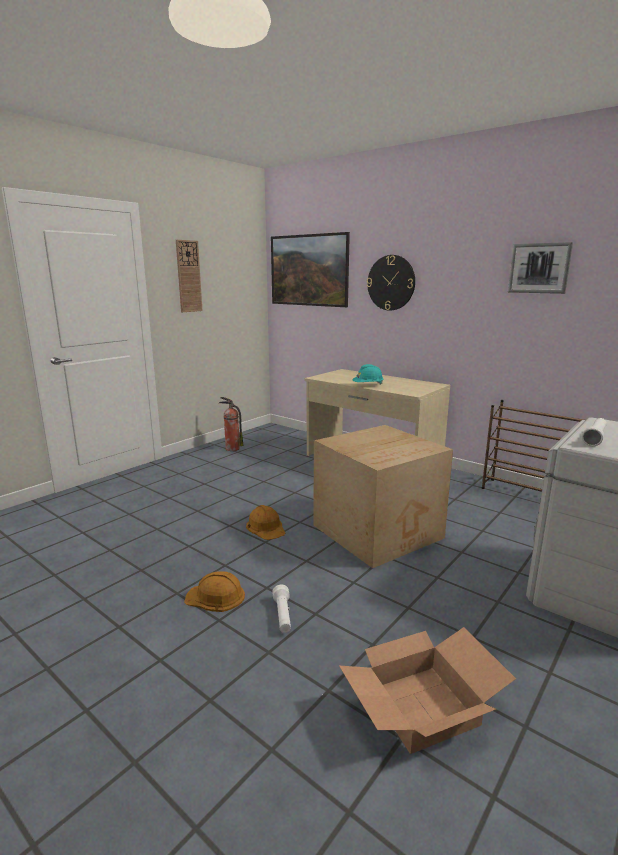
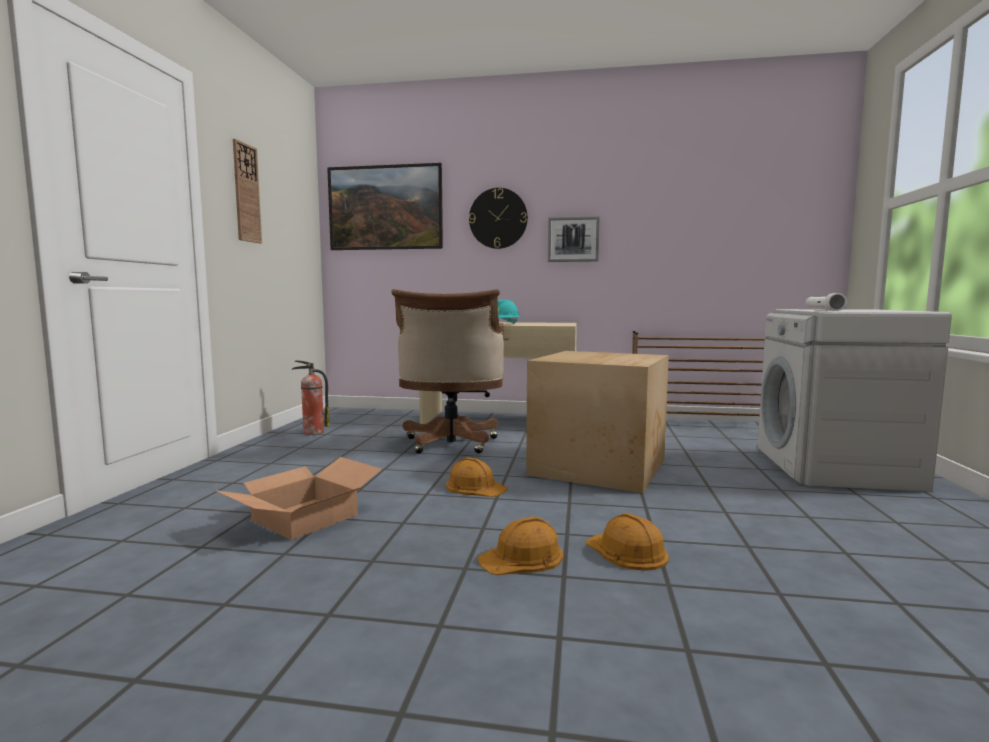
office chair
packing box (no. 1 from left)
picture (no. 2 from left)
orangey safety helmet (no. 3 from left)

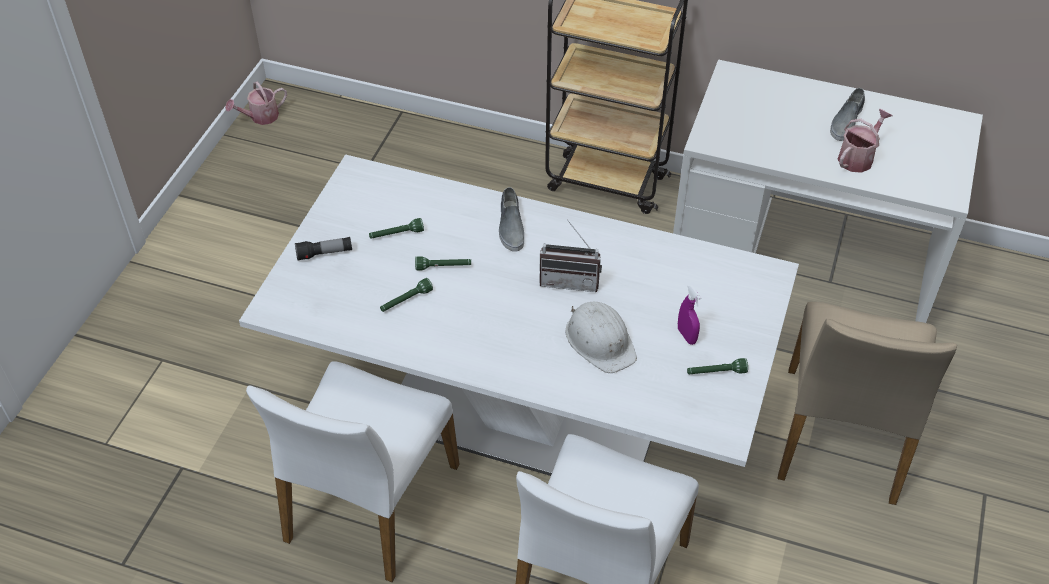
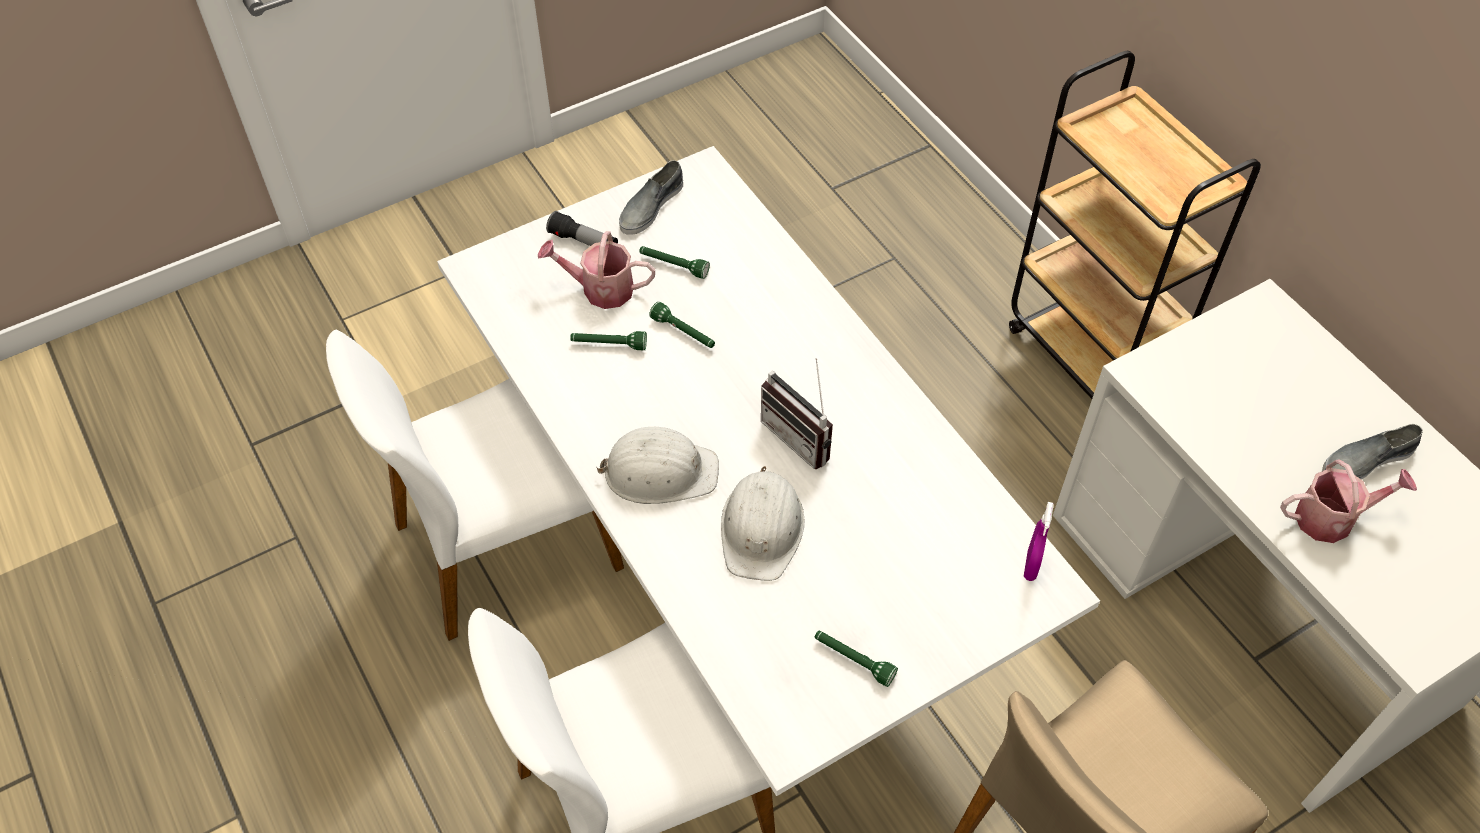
whitish safety helmet (no. 1 from left)
watering can (no. 1 from left)
gray shoe (no. 1 from left)
purple-coloured spray bottle

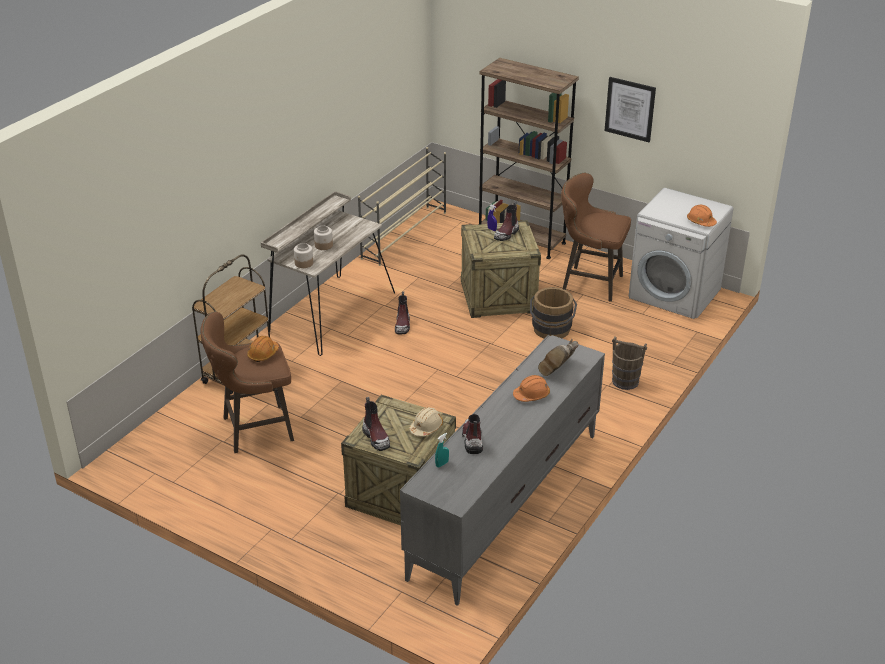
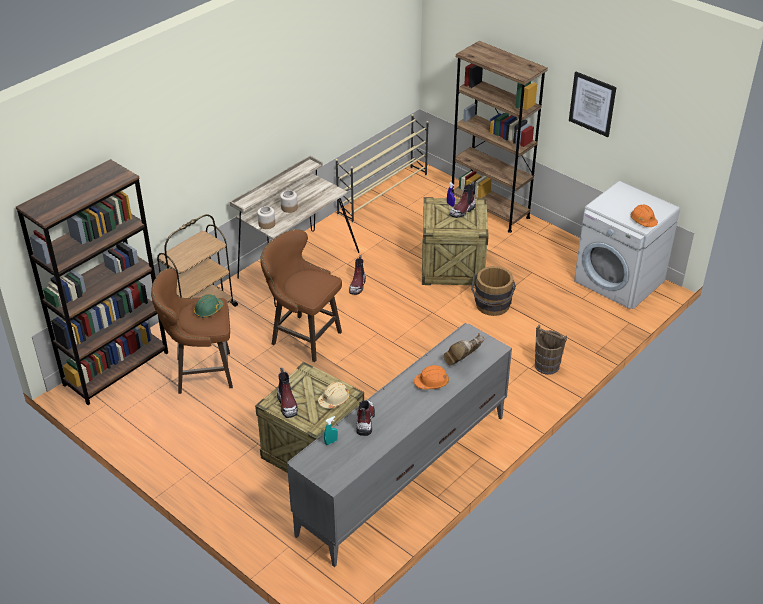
brown-coloured shelving unit (no. 1 from left)
brown-coloured stool (no. 2 from left)
green-coloured safety helmet

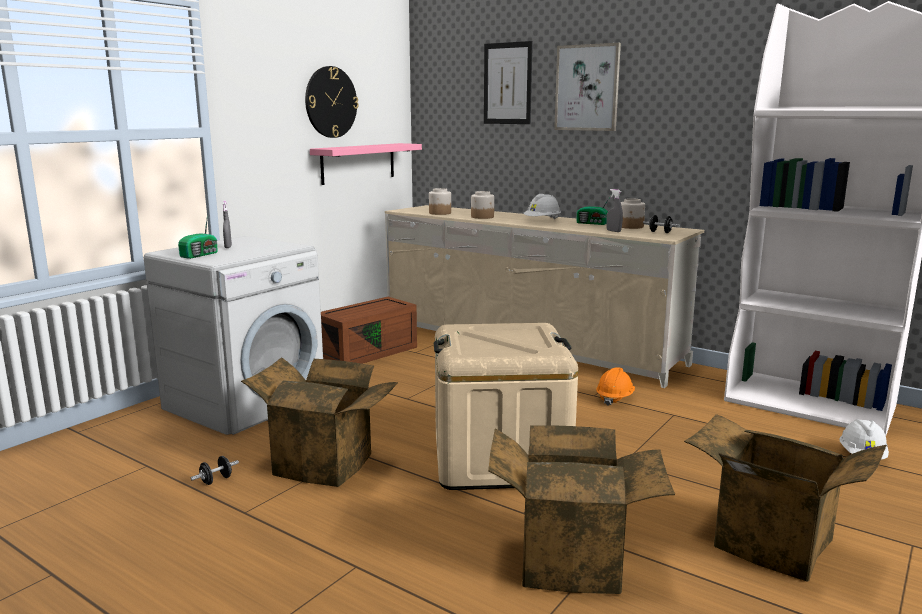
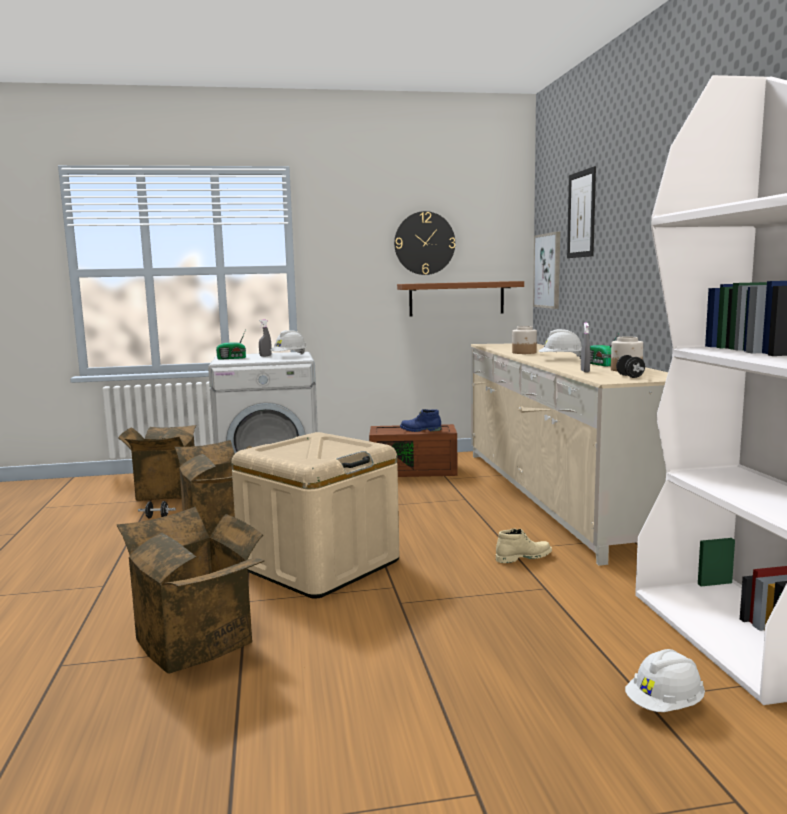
storage jar (no. 1 from left in the first image)
whitish safety helmet (no. 1 from left)
bluish boot
picture (no. 1 from left)
packing box (no. 1 from left)
beige boot
brown-coloured wall shelf

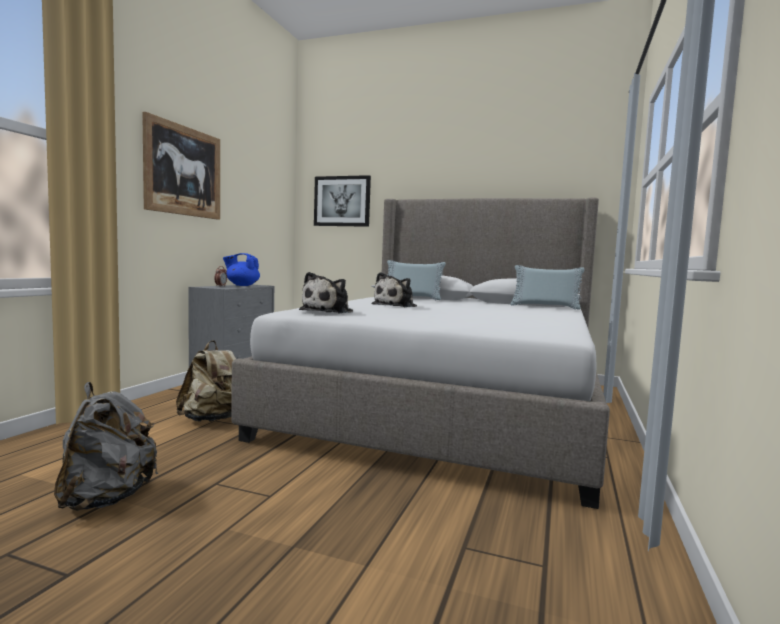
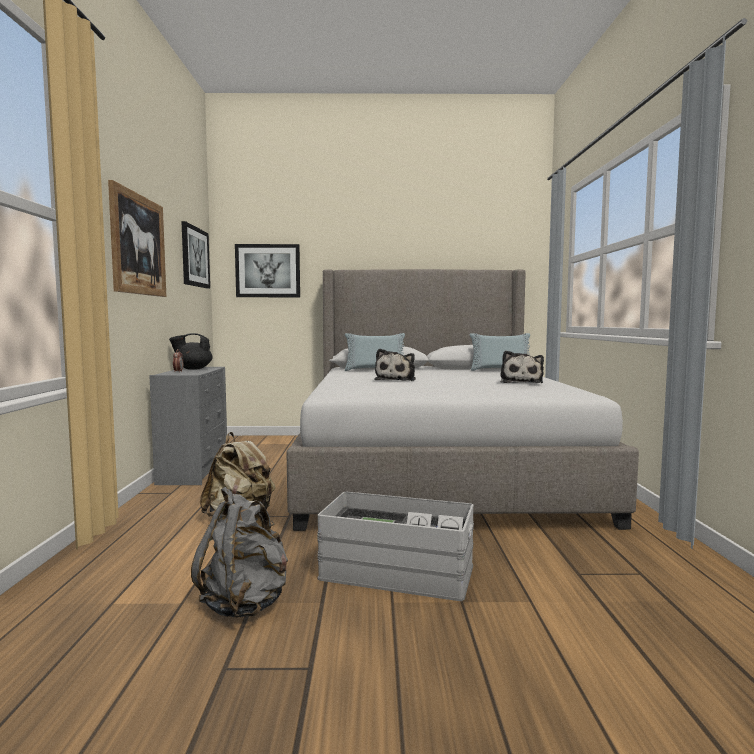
picture (no. 2 from left)
gray storage bin
plush toy (no. 2 from left)
black-coloured pot for tea

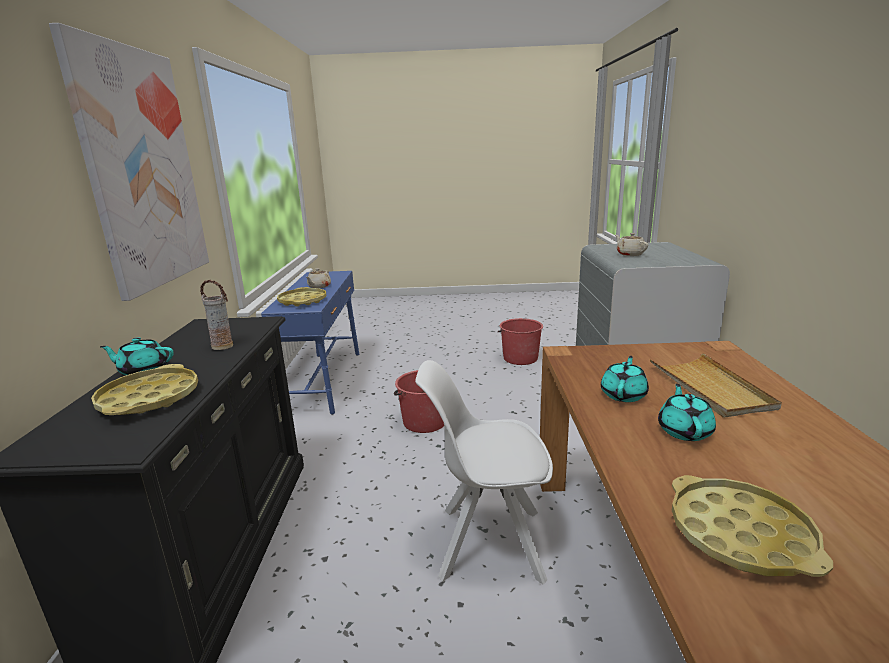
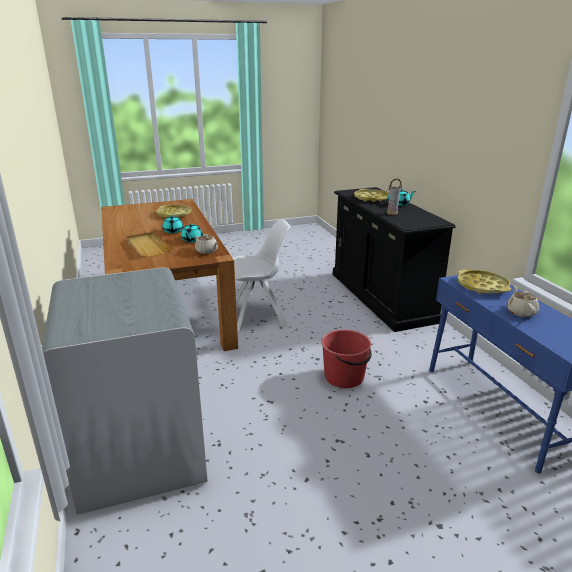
picture
red water bucket (no. 2 from left in the first image)
beige pot for tea (no. 1 from left)

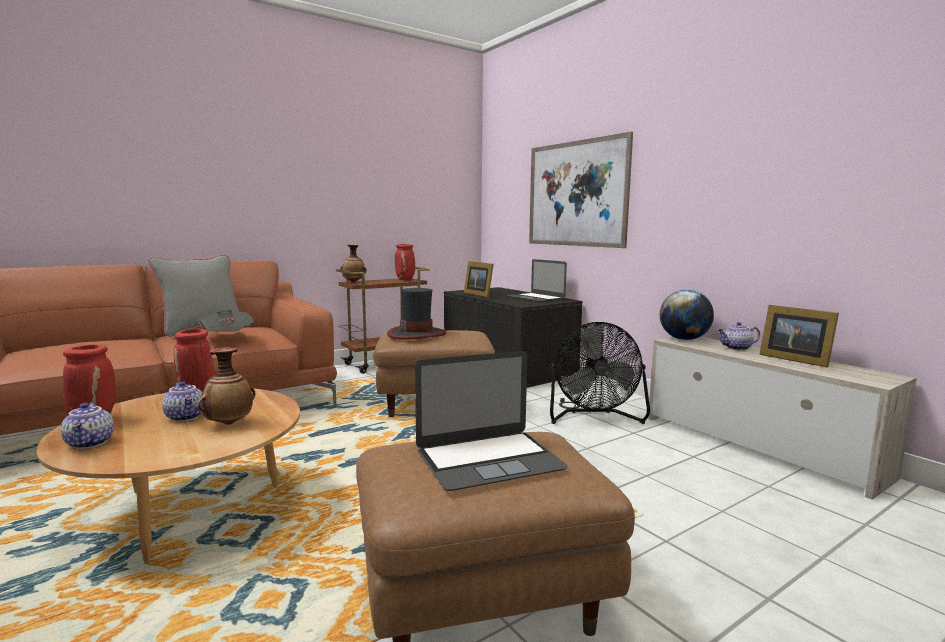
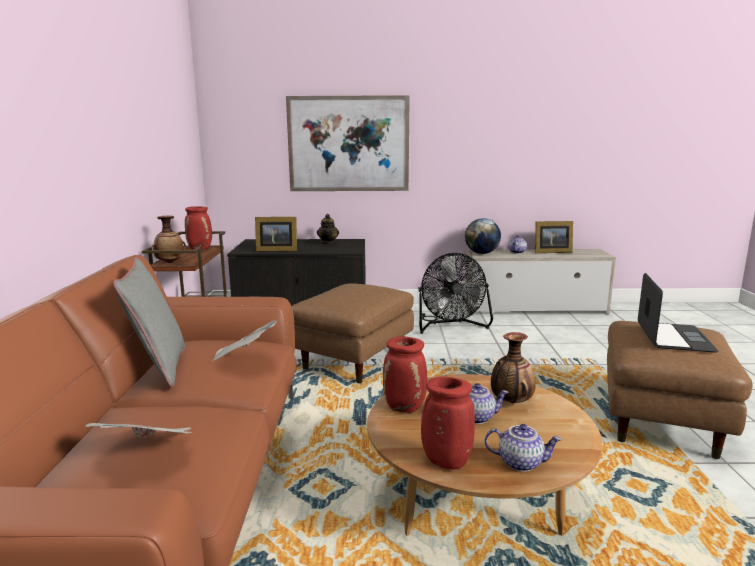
wearable hat
daily paper (no. 1 from left)
pot for tea (no. 1 from left)
black-coloured electric fan

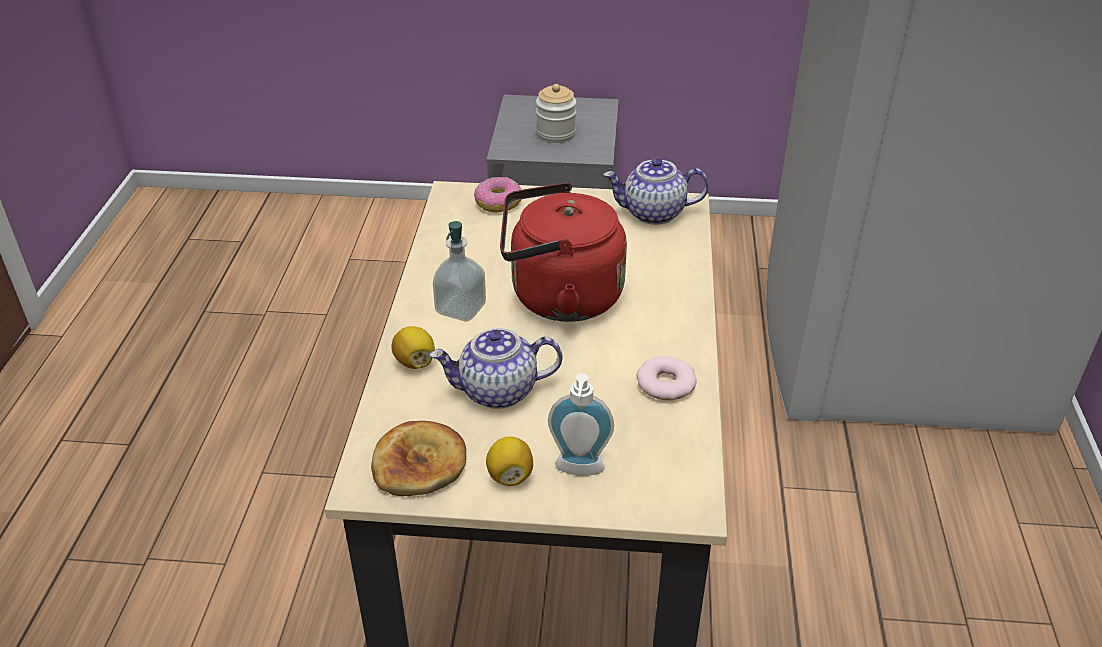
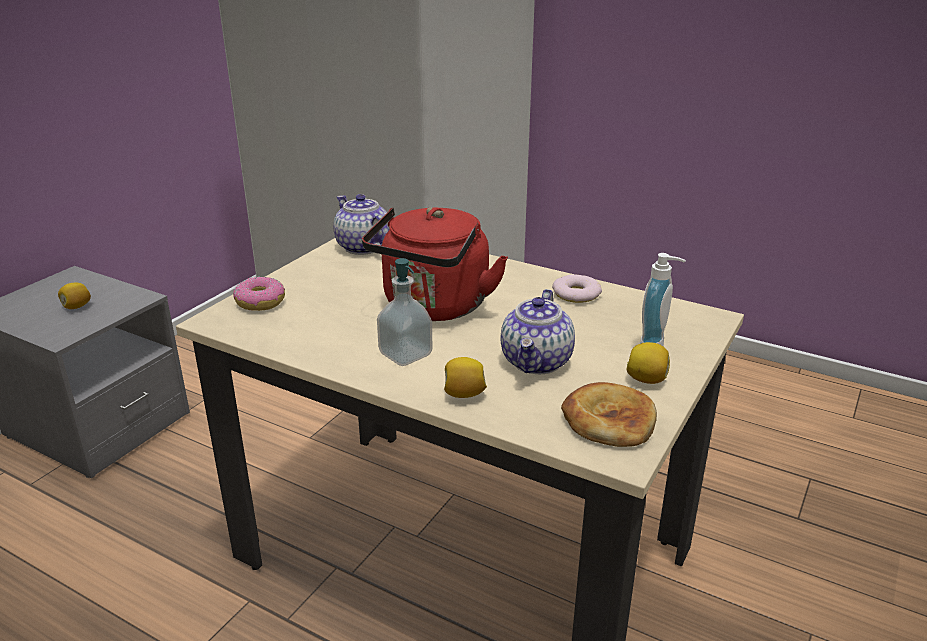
whole lemon (no. 1 from left)
pot for tea (no. 1 from left)

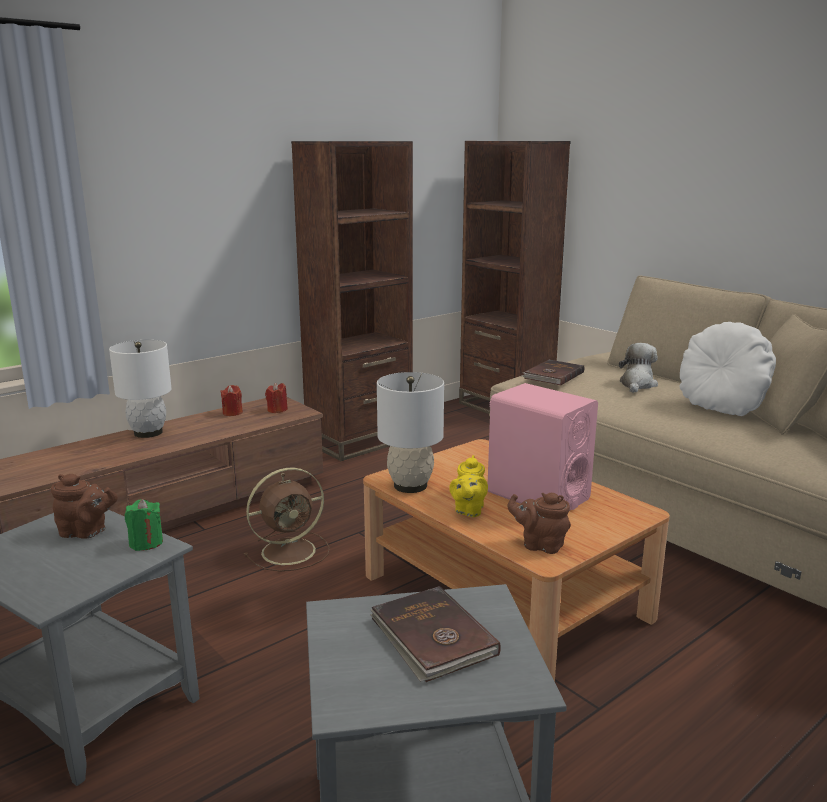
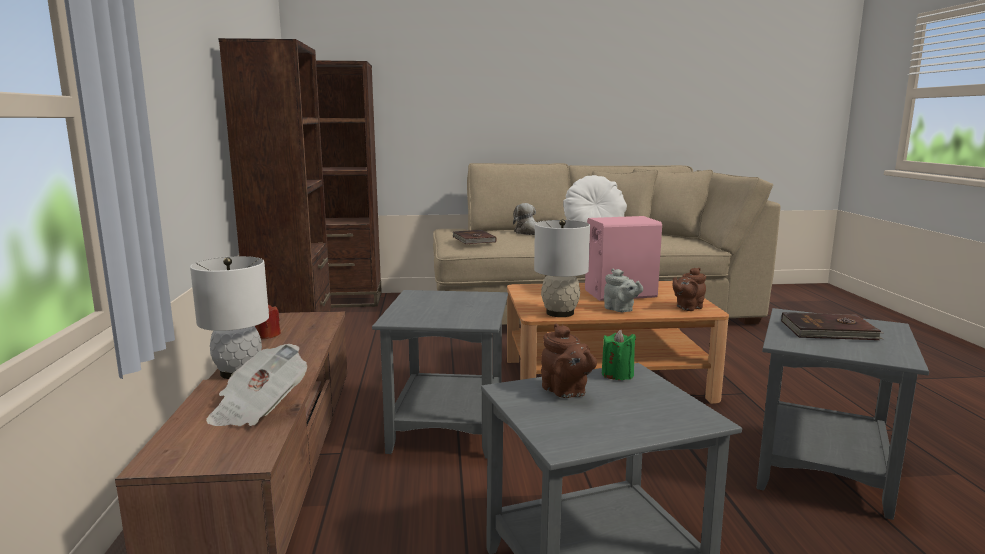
red wax candle (no. 2 from left in the first image)
daily paper
gray accent table (no. 1 from left)
gray pot for tea
brown-coloured pot for tea (no. 1 from left)

